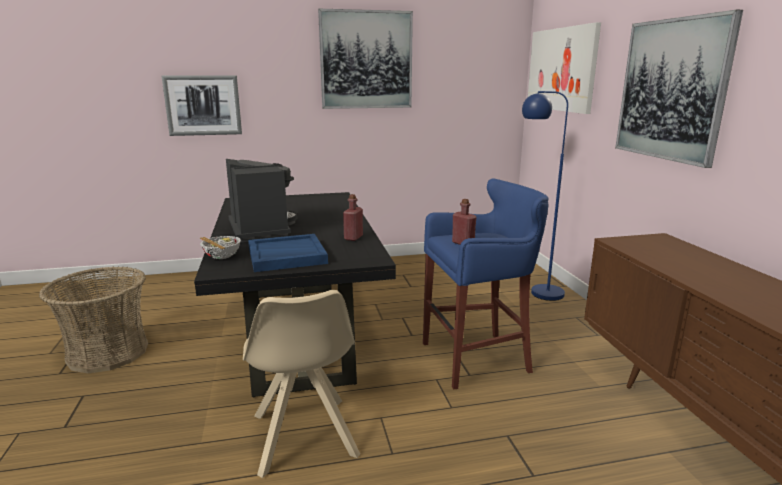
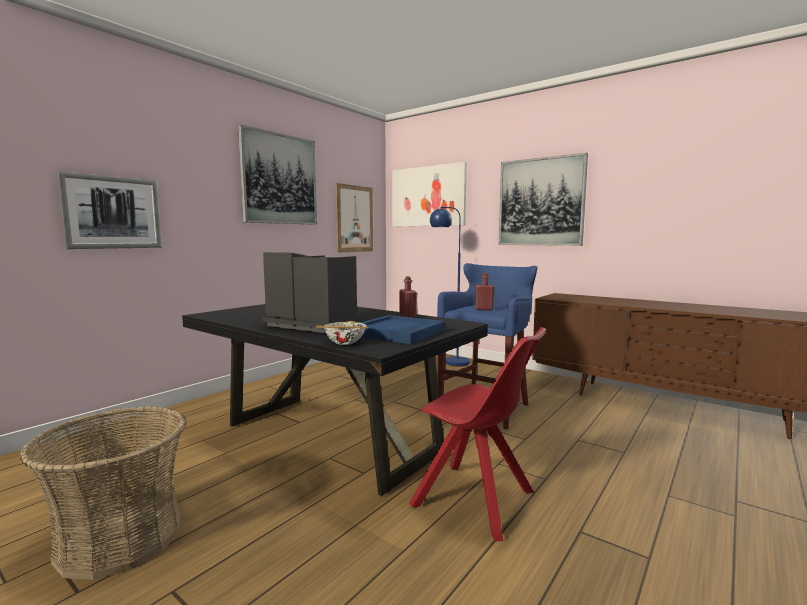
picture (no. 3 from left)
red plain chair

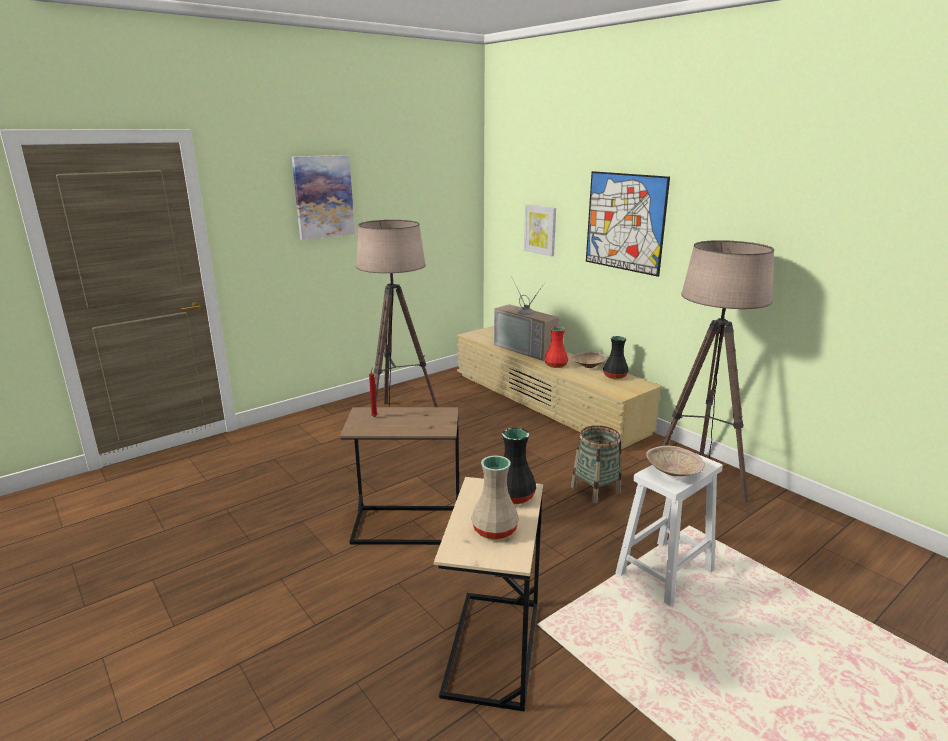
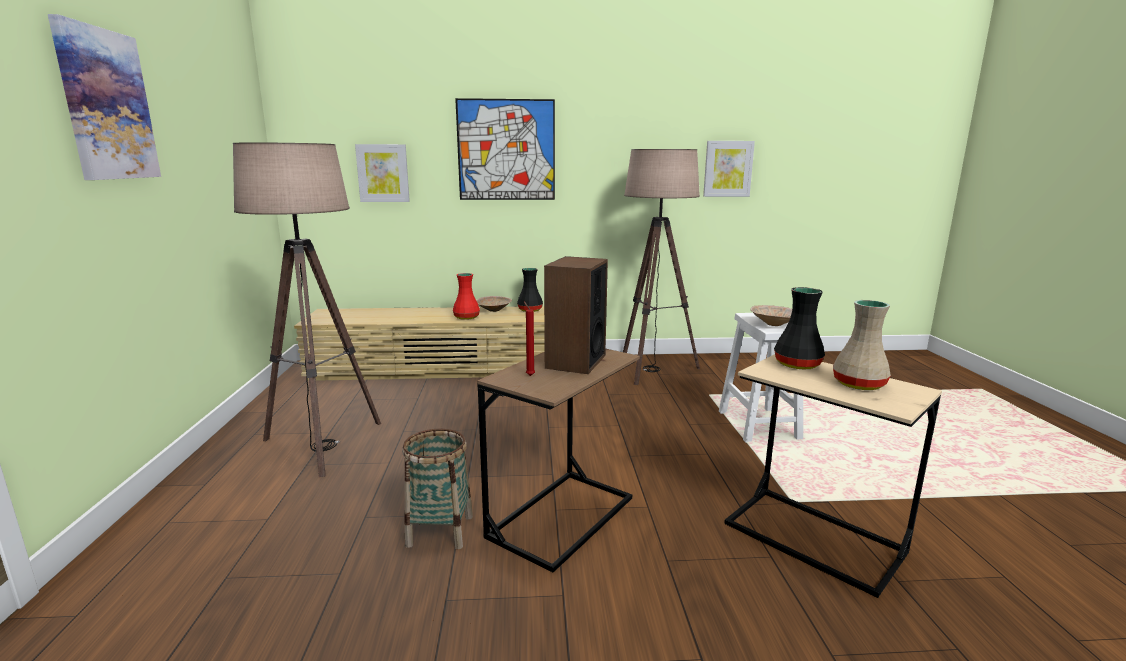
TV
loudspeaker
picture (no. 4 from left)
storage basket

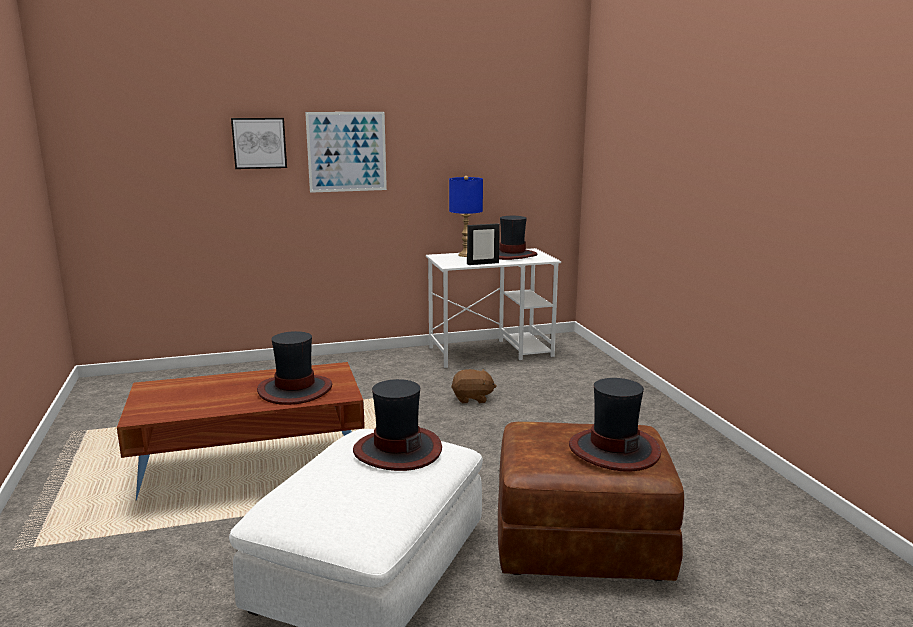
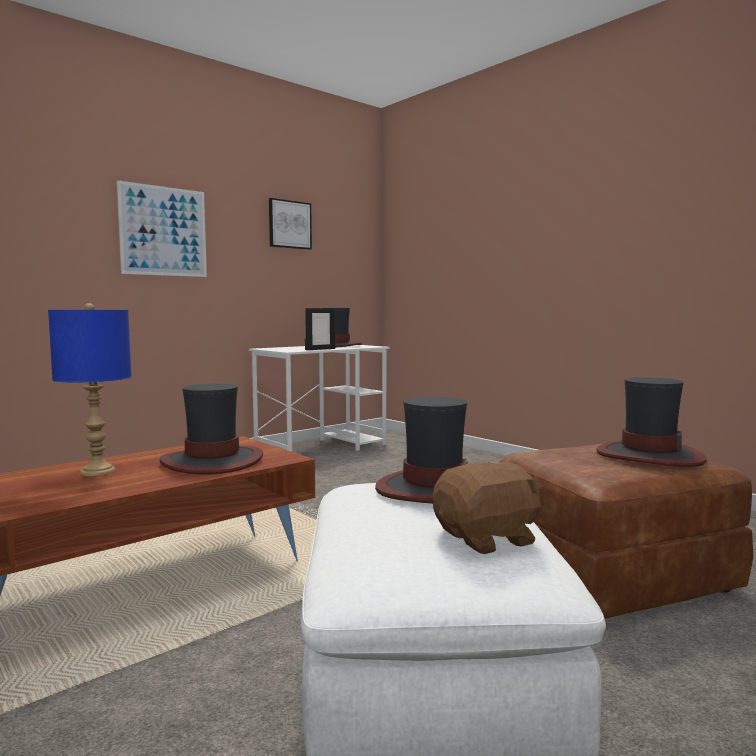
picture (no. 2 from left)
bluish lamp for a table
brown-coloured plush toy

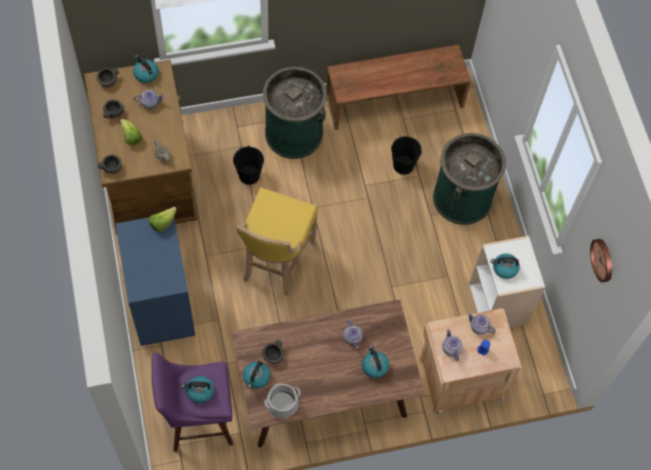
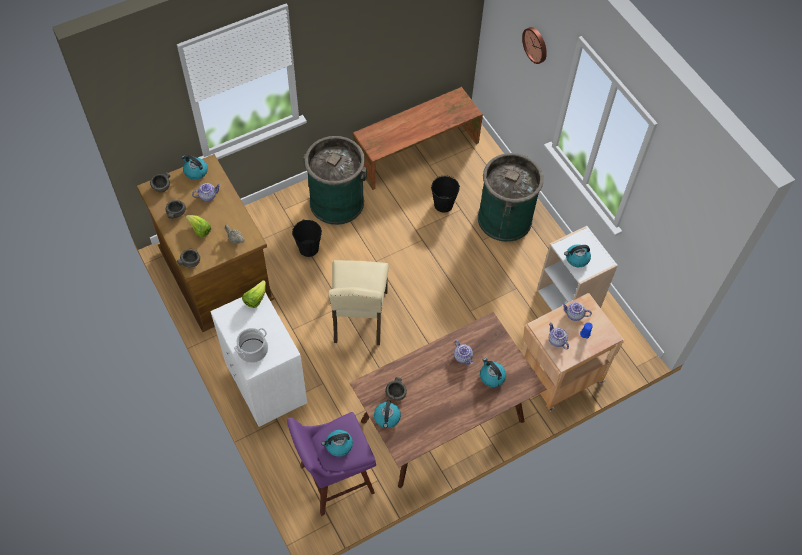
saucepot
hanging clock
beige plain chair
whitish storage cabinet

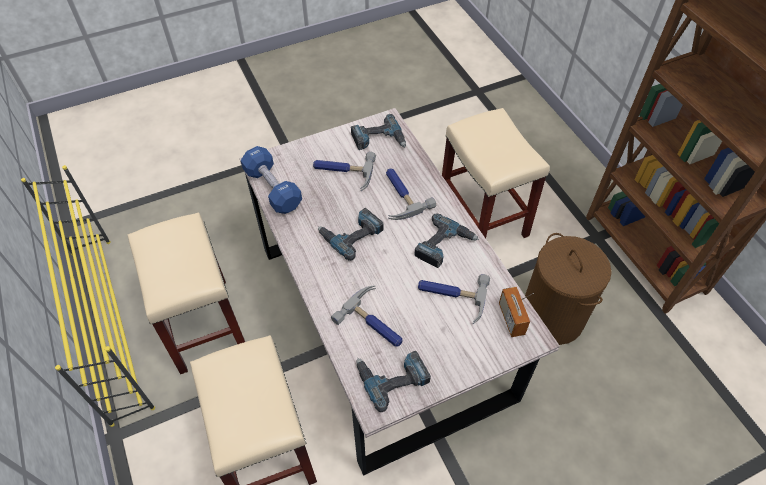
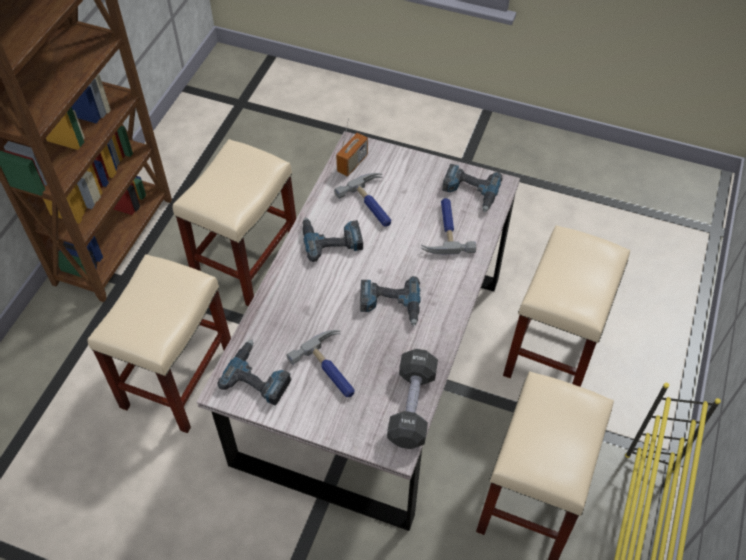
tool hammer (no. 3 from left in the first image)
beige stool (no. 2 from left)
black-coloured hand weight

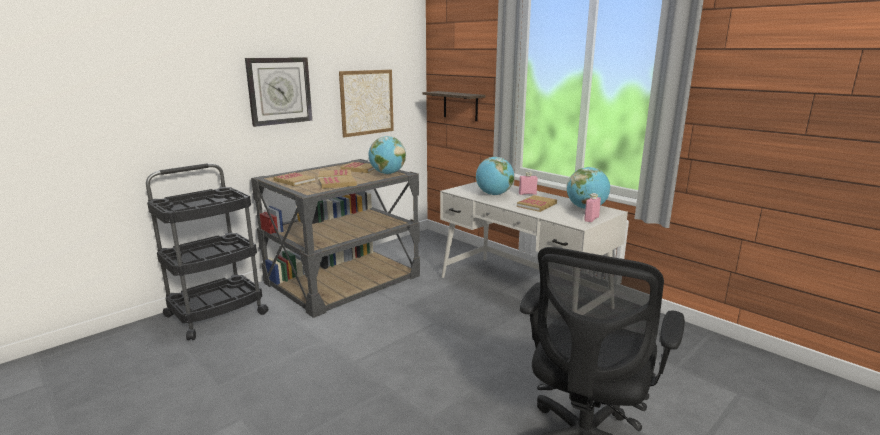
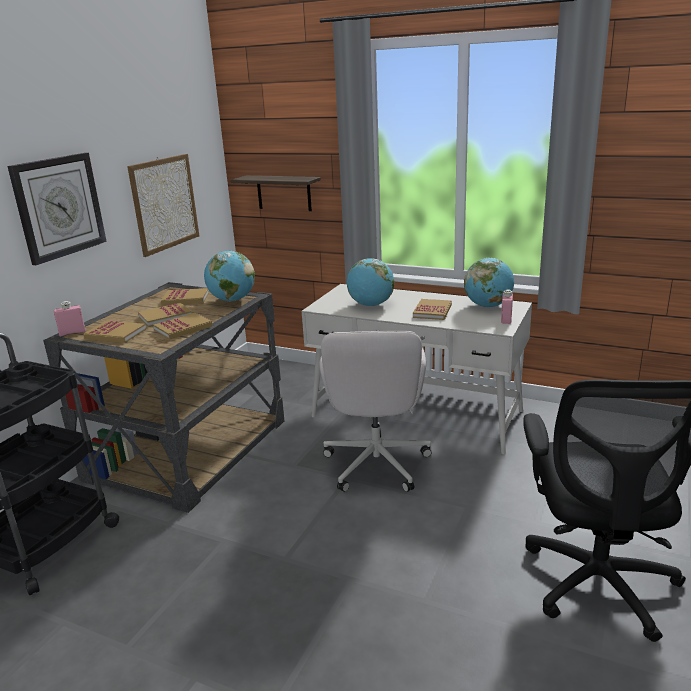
whitish office chair
pink-coloured bottle (no. 1 from left)

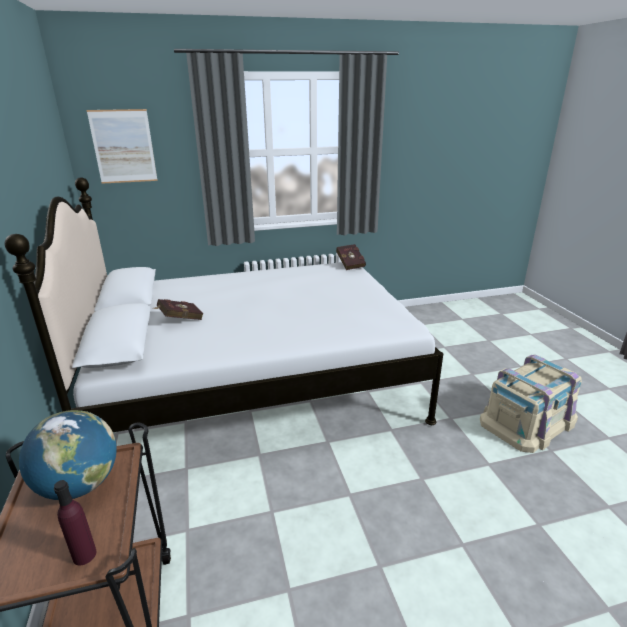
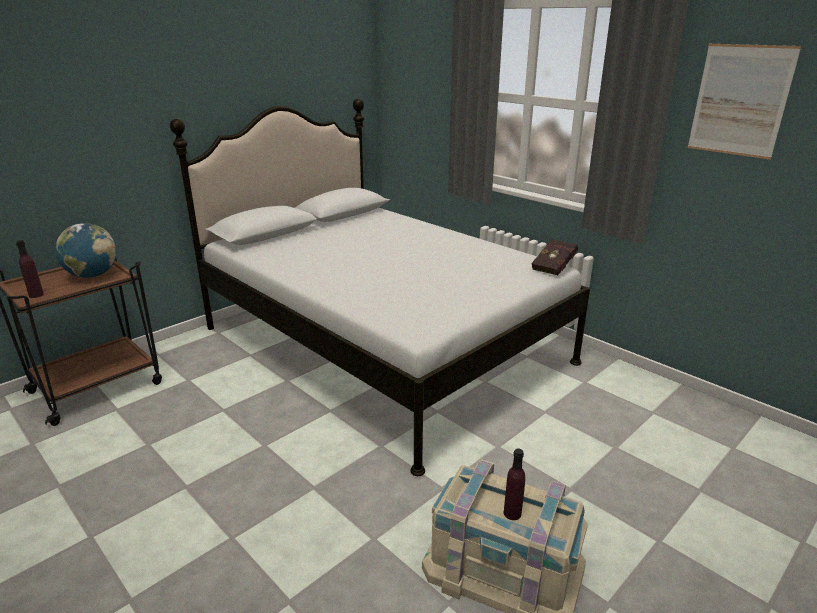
red book (no. 1 from left in the first image)
purple-coloured bottle (no. 2 from left)
picture

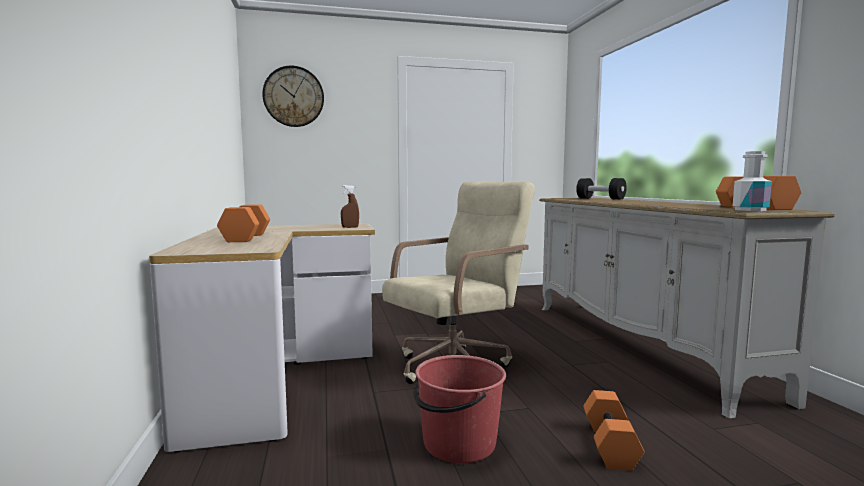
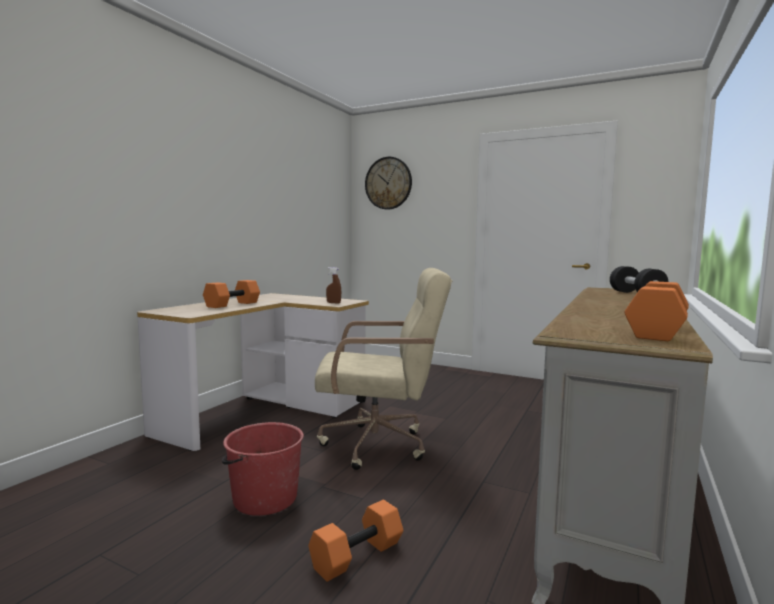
whitish bottle

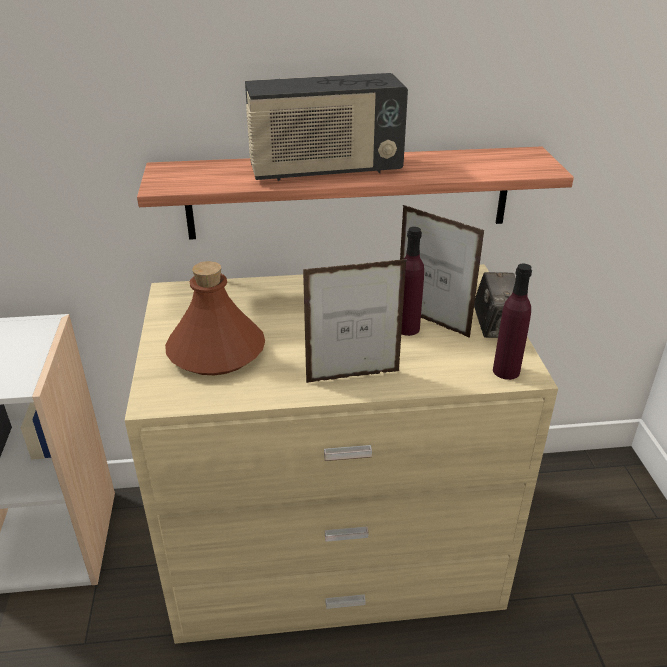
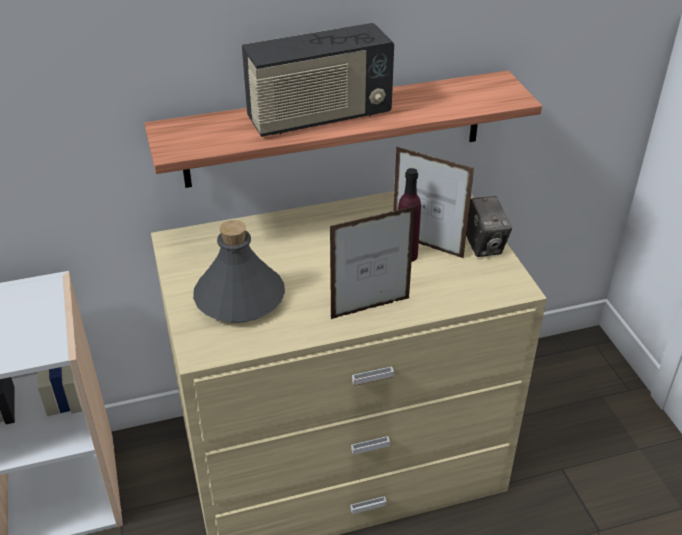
purple-coloured bottle (no. 2 from left in the first image)
gray bottle

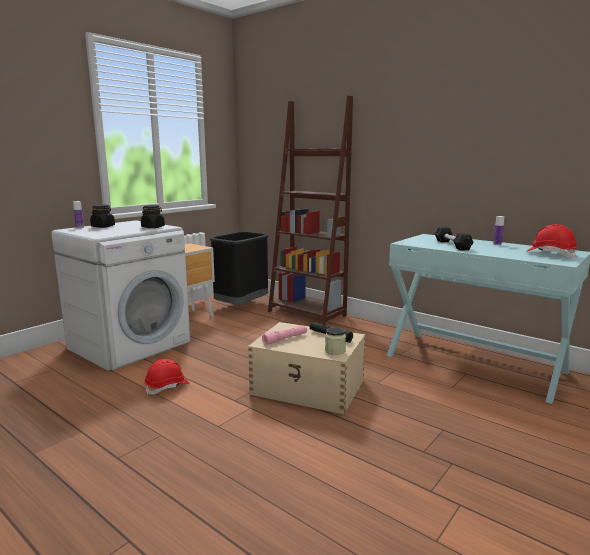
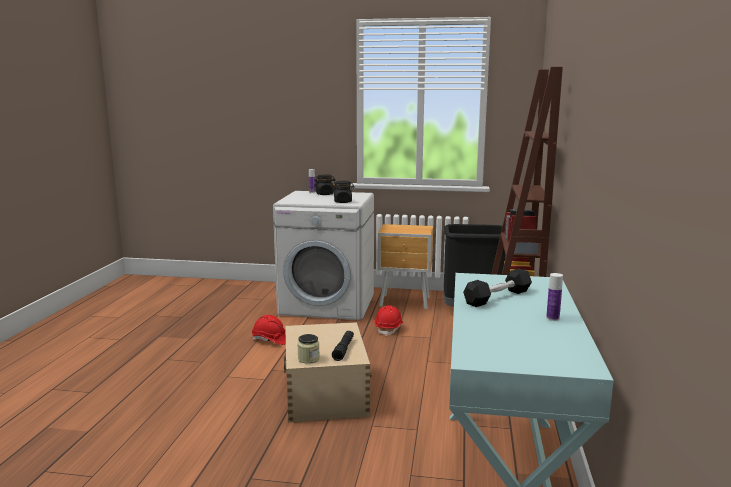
pink-coloured torch
red safety helmet (no. 2 from left)

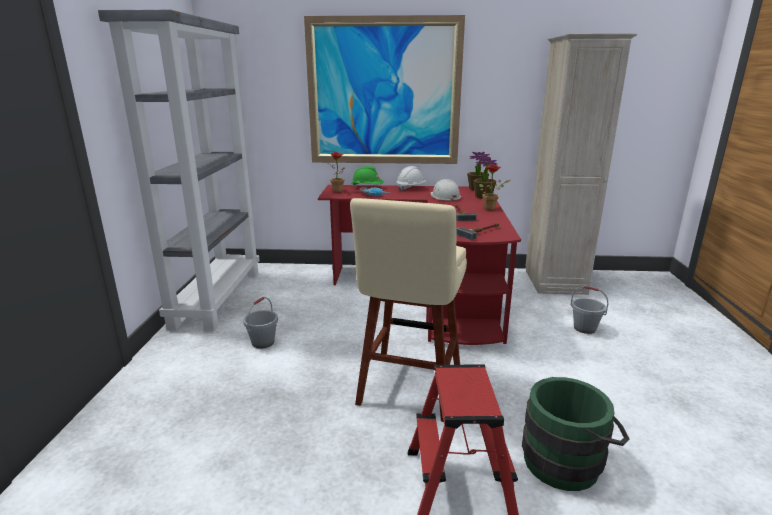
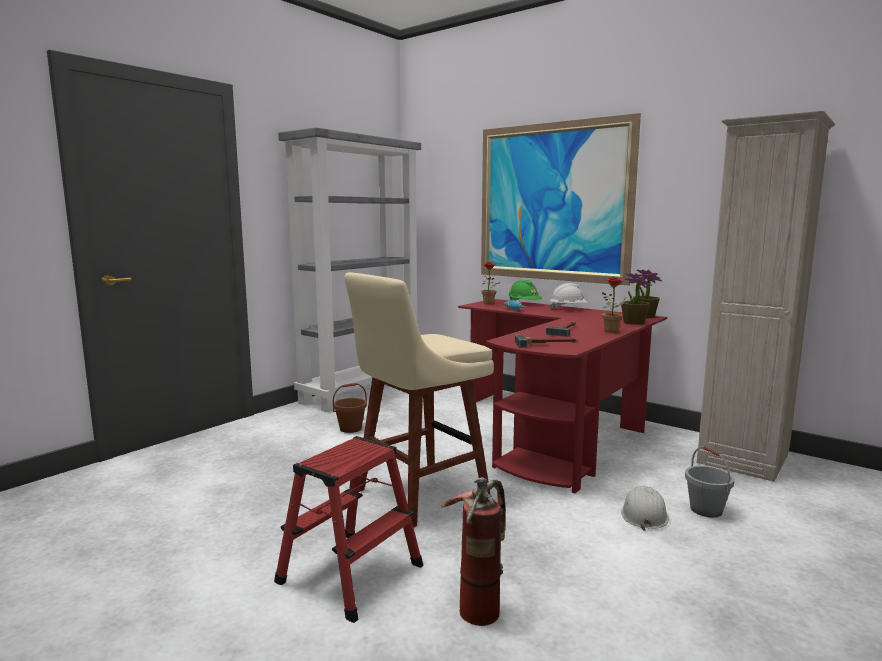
whitish safety helmet (no. 2 from left)
extinguisher
brown-coloured water bucket

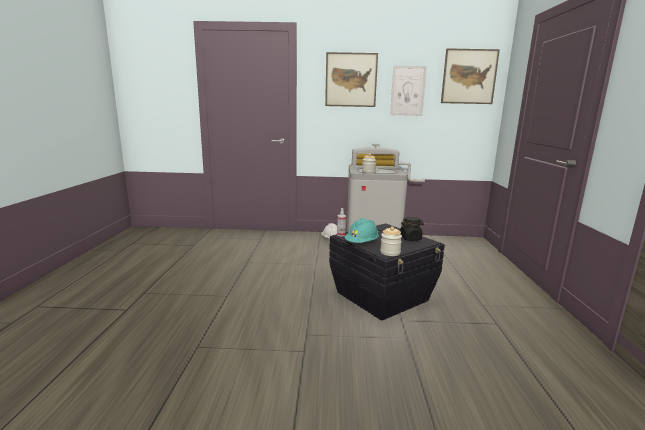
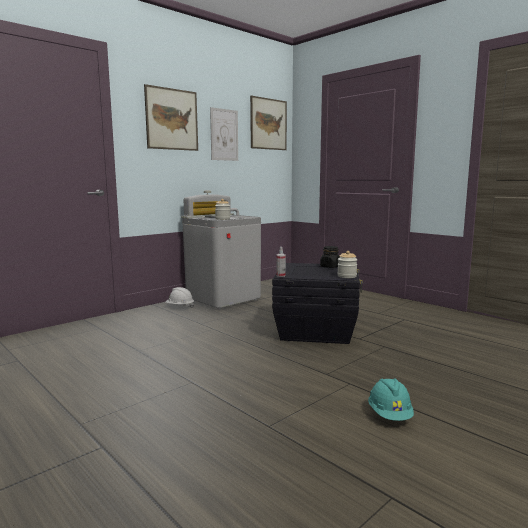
turquoise-coloured safety helmet

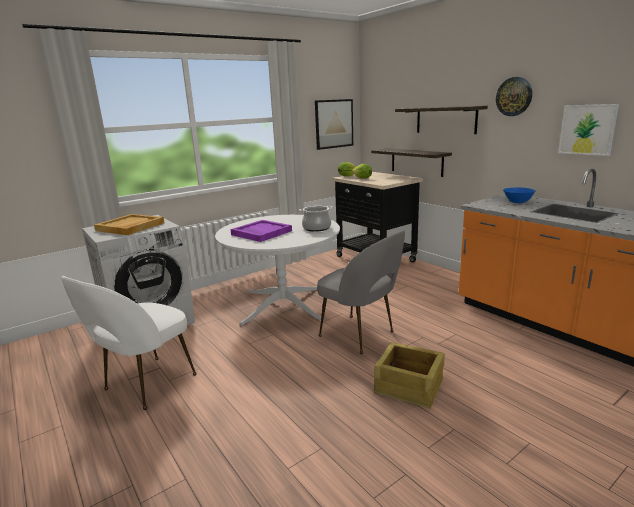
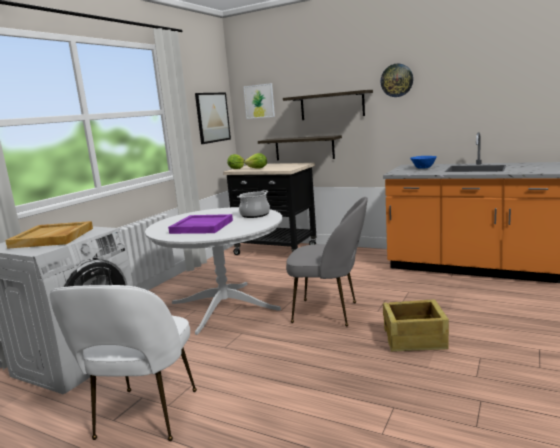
picture (no. 2 from left)

